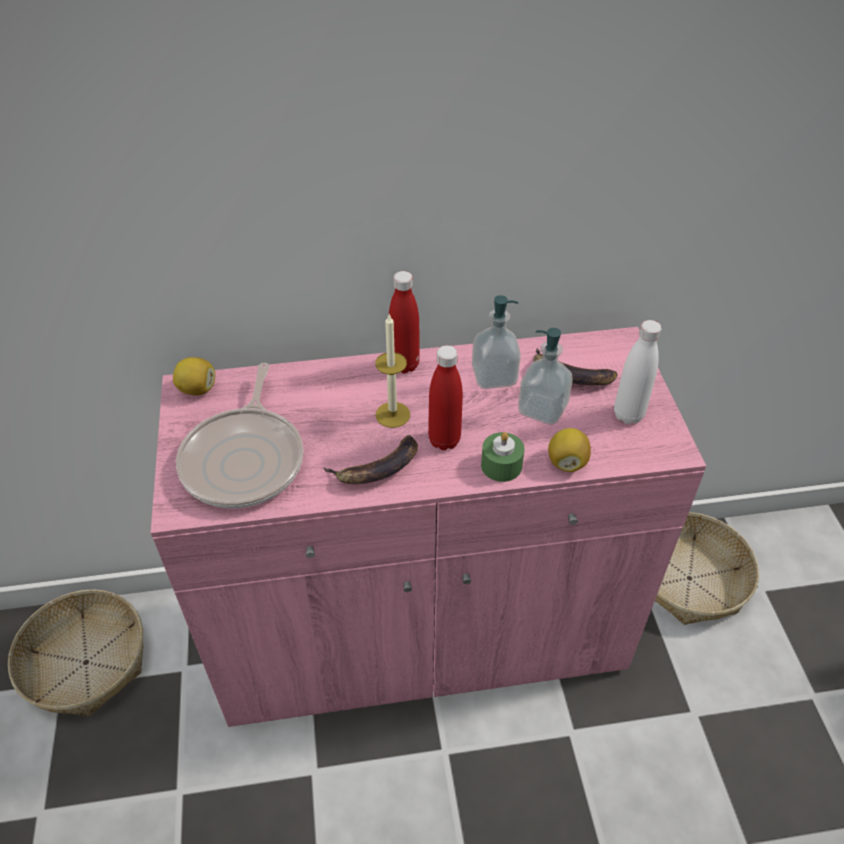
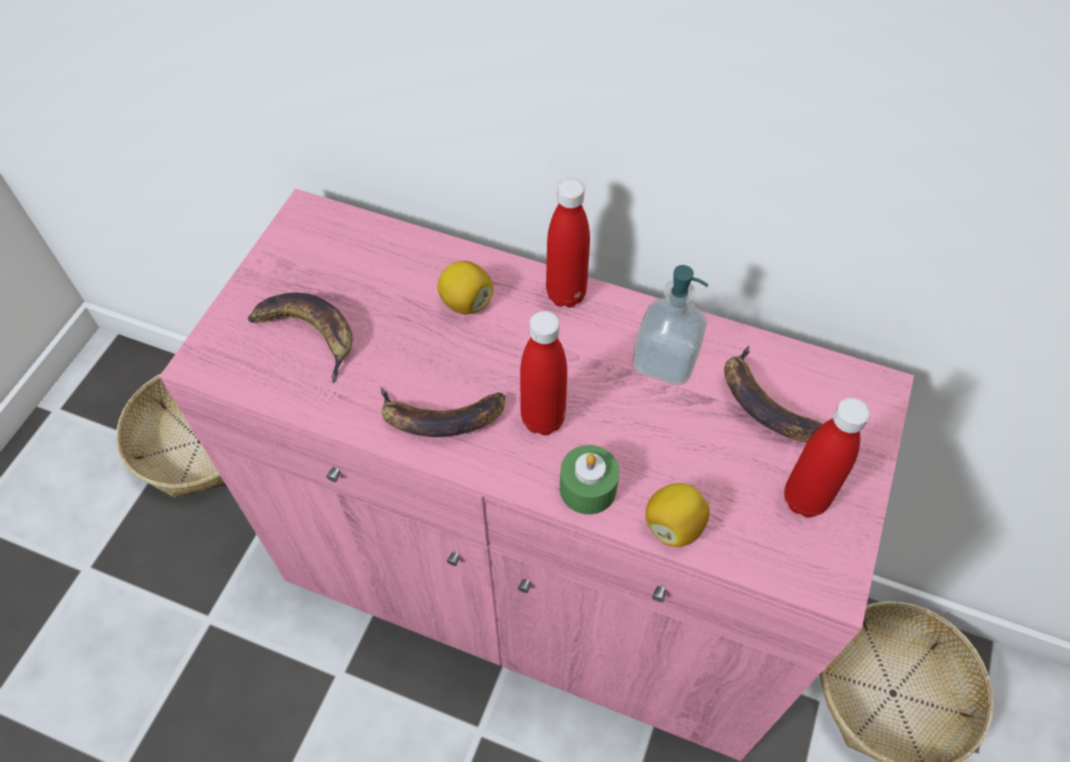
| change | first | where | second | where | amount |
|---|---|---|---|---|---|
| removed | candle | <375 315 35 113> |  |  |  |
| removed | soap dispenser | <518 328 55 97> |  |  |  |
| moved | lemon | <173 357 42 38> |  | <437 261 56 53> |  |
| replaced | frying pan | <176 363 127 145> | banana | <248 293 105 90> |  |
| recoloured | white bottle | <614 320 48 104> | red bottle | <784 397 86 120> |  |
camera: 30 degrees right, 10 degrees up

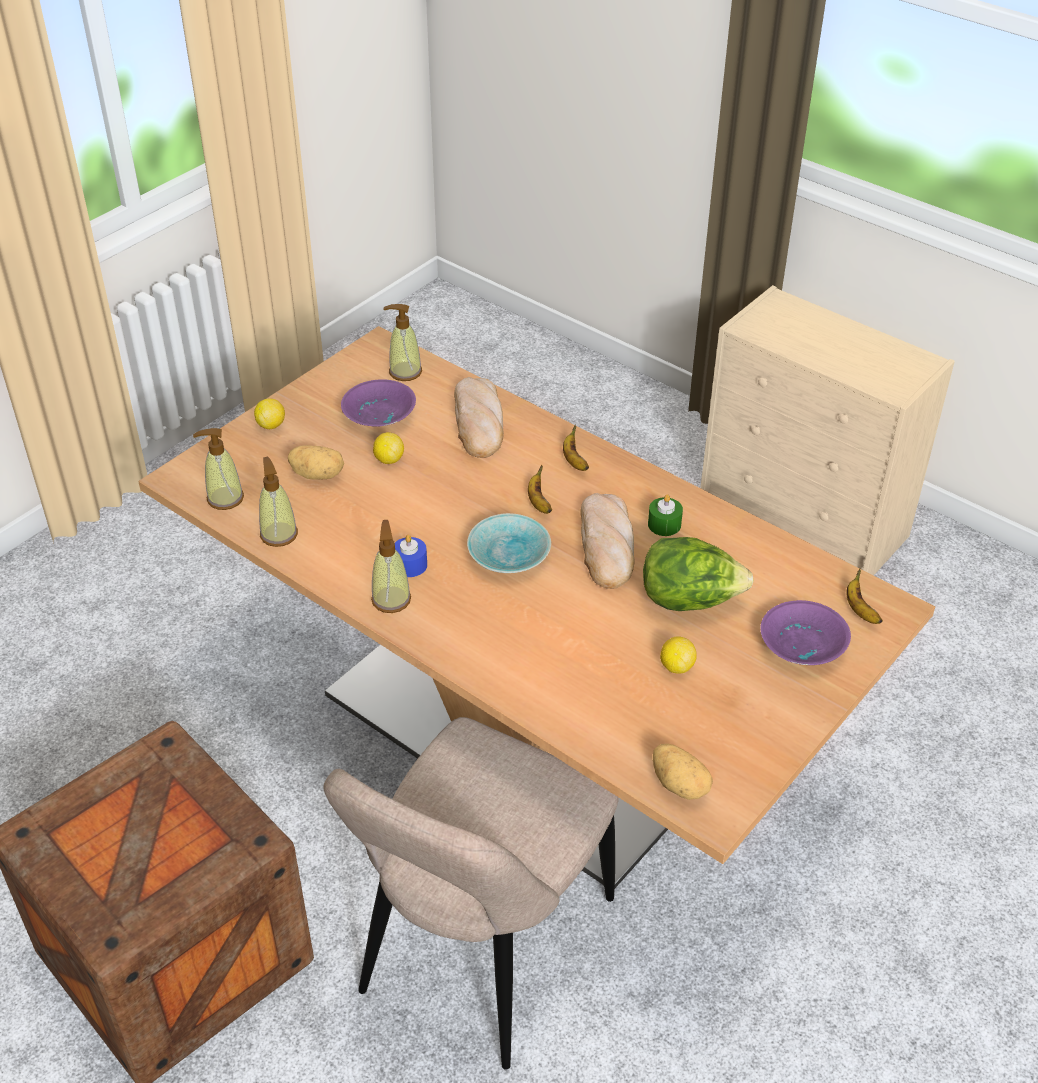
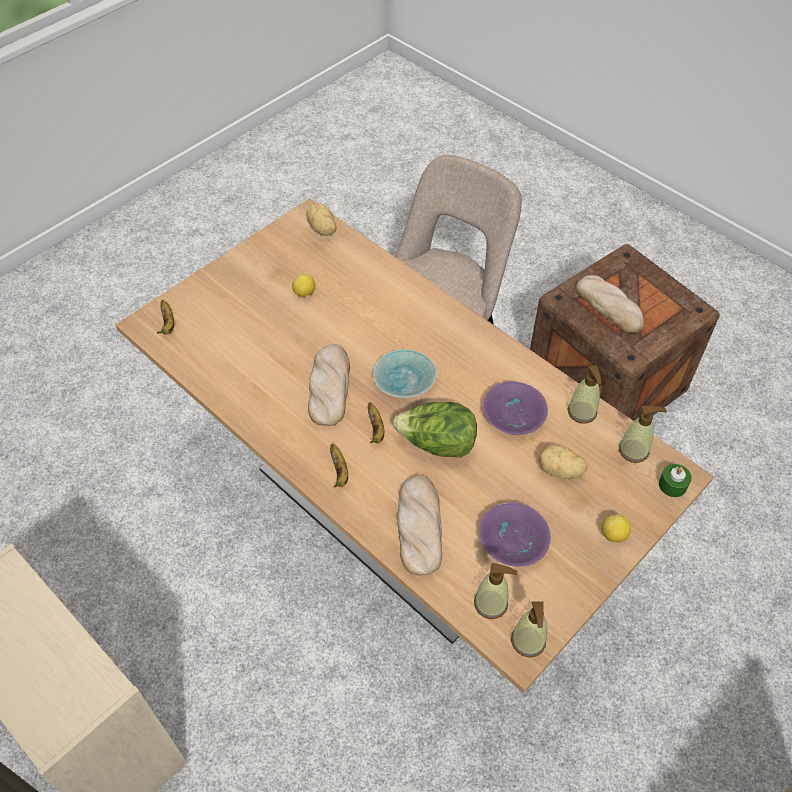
| change | first | where | second | where | amount |
|---|---|---|---|---|---|
| removed | lemon | <373 432 31 32> |  |  |  |
| removed | blue candle | <395 535 32 42> |  |  |  |
| added |  |  | bread | <576 275 68 58> |  |
| moved | soap dispenser | <371 520 40 93> |  | <511 601 36 57> |  |
| moved | lettuce | <643 537 111 74> |  | <393 402 84 56> |  |
| moved | green candle | <648 494 35 42> |  | <659 464 33 33> |  |
| moved | purple bowl | <760 600 91 65> |  | <483 381 65 54> |  |
camera: 175 degrees left, 10 degrees up

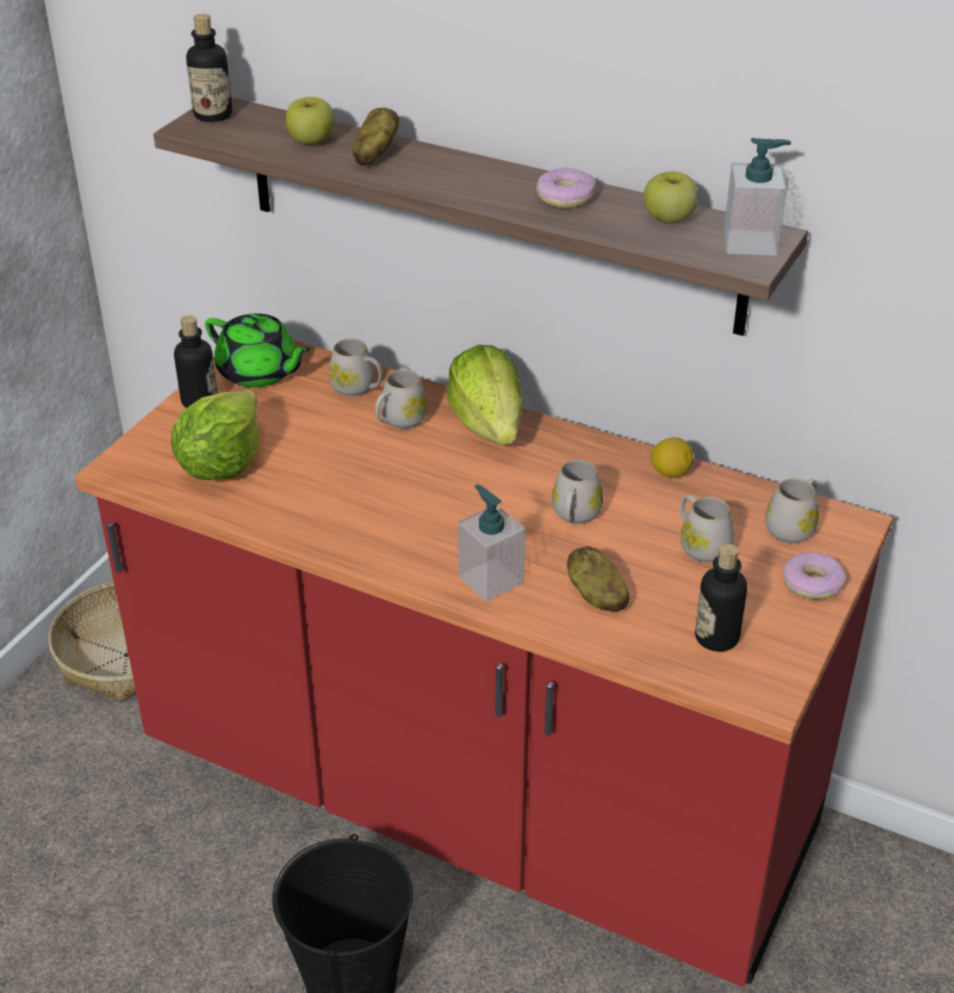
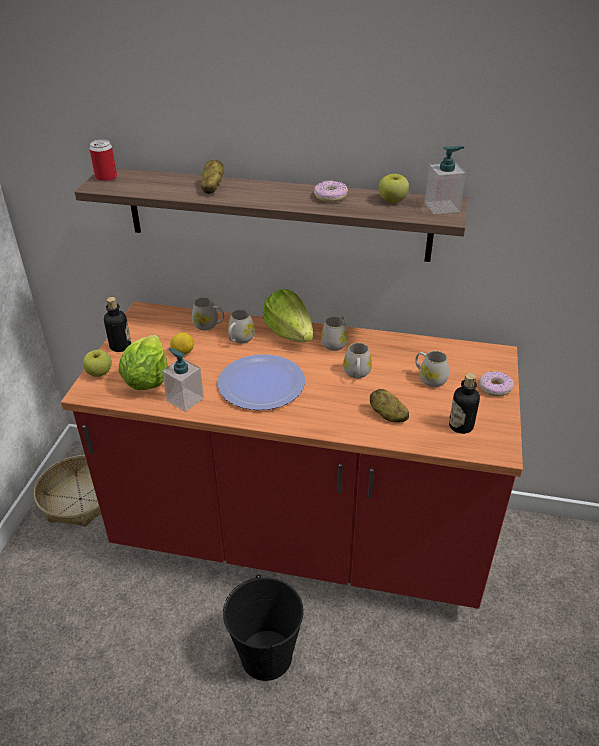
| change | first | where | second | where | amount |
|---|---|---|---|---|---|
| removed | green teapot | <205 313 105 75> |  |  |  |
| added |  |  | plate | <218 354 87 56> |  |
| moved | apple | <286 97 49 47> |  | <83 350 29 27> |  |
| moved | soap dispenser | <458 484 68 118> |  | <162 348 42 64> |  |
| moved | lemon | <650 437 43 41> |  | <170 332 24 22> |  |
| moved | white mug | <765 478 54 66> |  | <321 316 27 35> |  |
| replaced | bottle | <186 14 46 108> | can | <89 140 28 42> |  |
camera: 15 degrees left, 0 degrees up

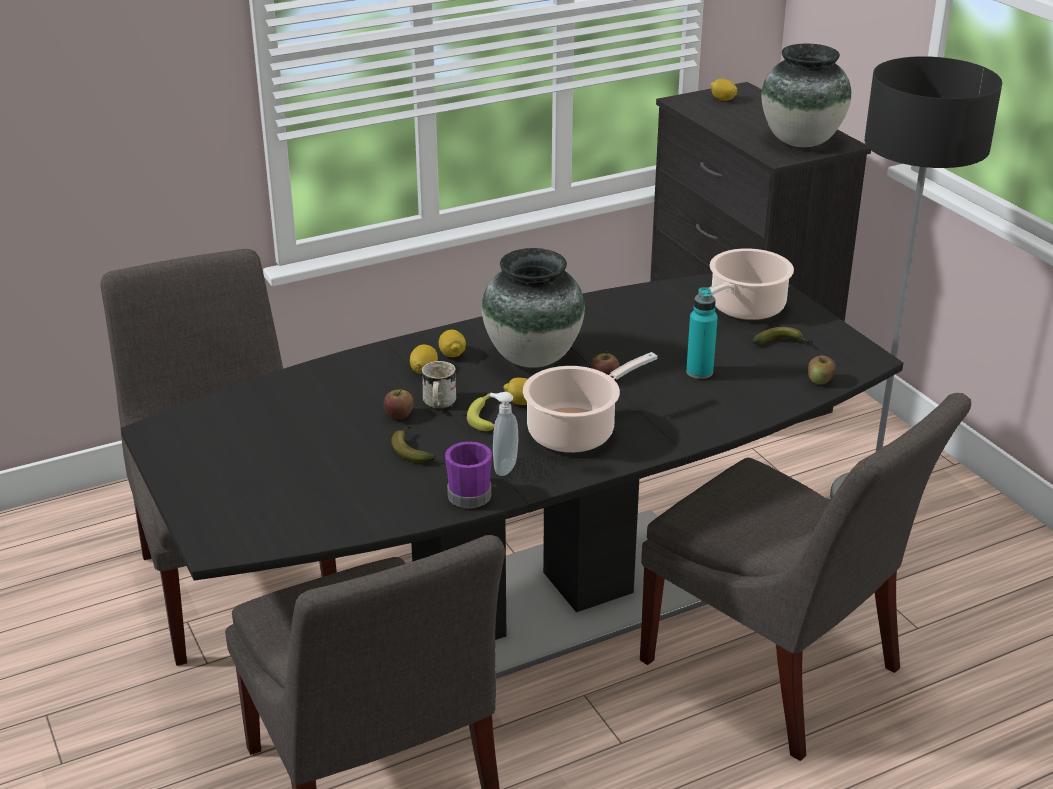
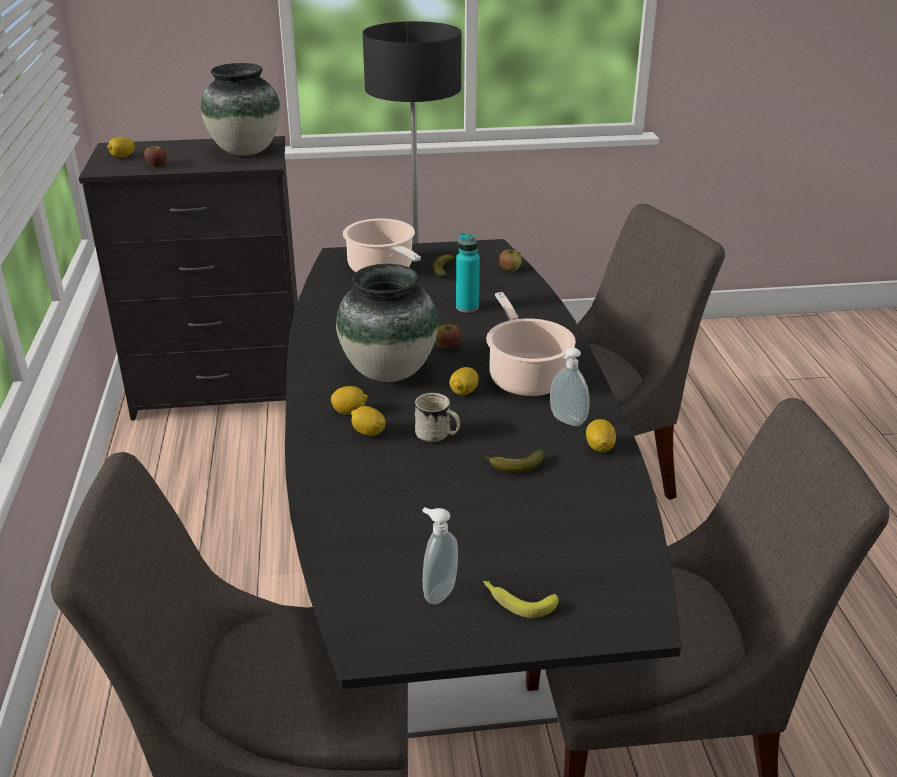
| change | first | where | second | where | amount |
|---|---|---|---|---|---|
| added |  |  | soap dispenser | <422 507 36 98> |  |
| moved | apple | <384 388 29 31> |  | <144 143 23 24> |  |
| moved | banana | <467 394 28 37> |  | <483 581 76 37> |  |
| replaced | purple mug | <445 442 47 67> | lemon | <586 419 30 33> |  |
camera: 70 degrees left, 0 degrees up

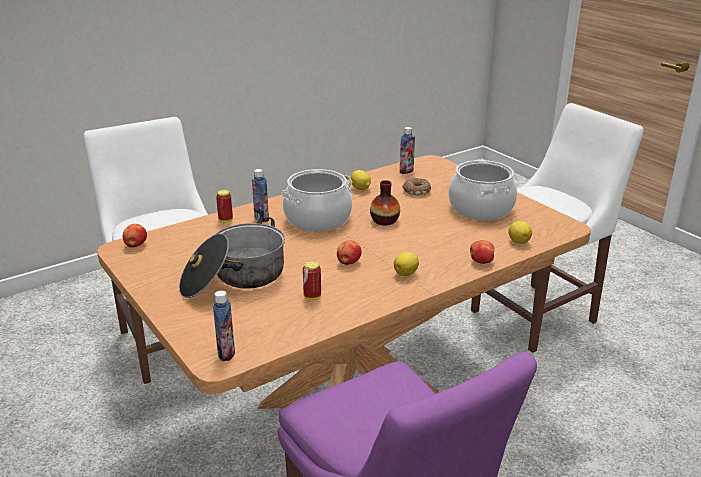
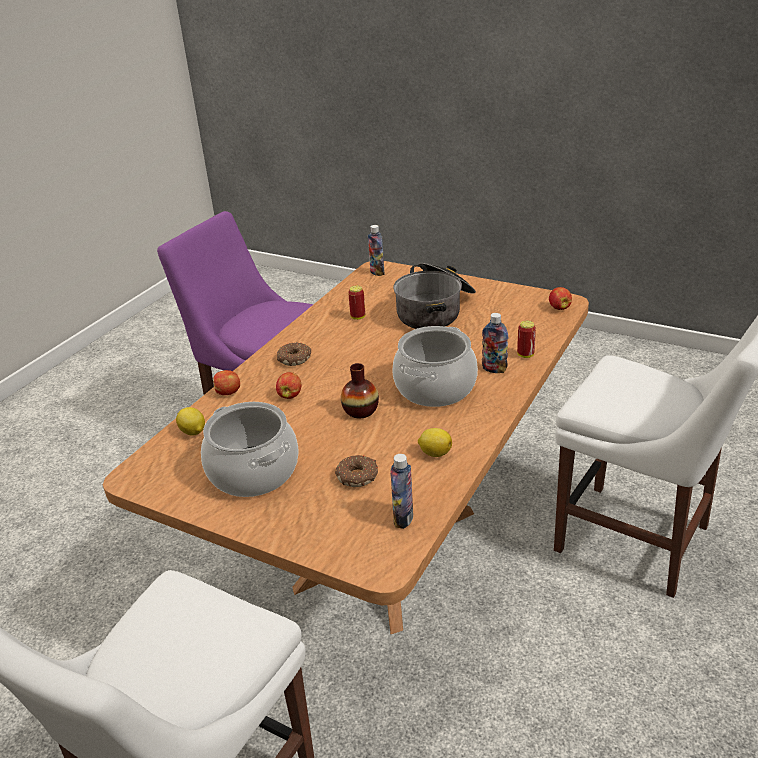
| change | first | where | second | where | amount |
|---|---|---|---|---|---|
| moved | apple | <337 240 25 25> |  | <276 372 25 27> |  |
| replaced | lemon | <394 252 25 24> | donut | <277 342 34 24> |  |
camera: 155 degrees right, 5 degrees up

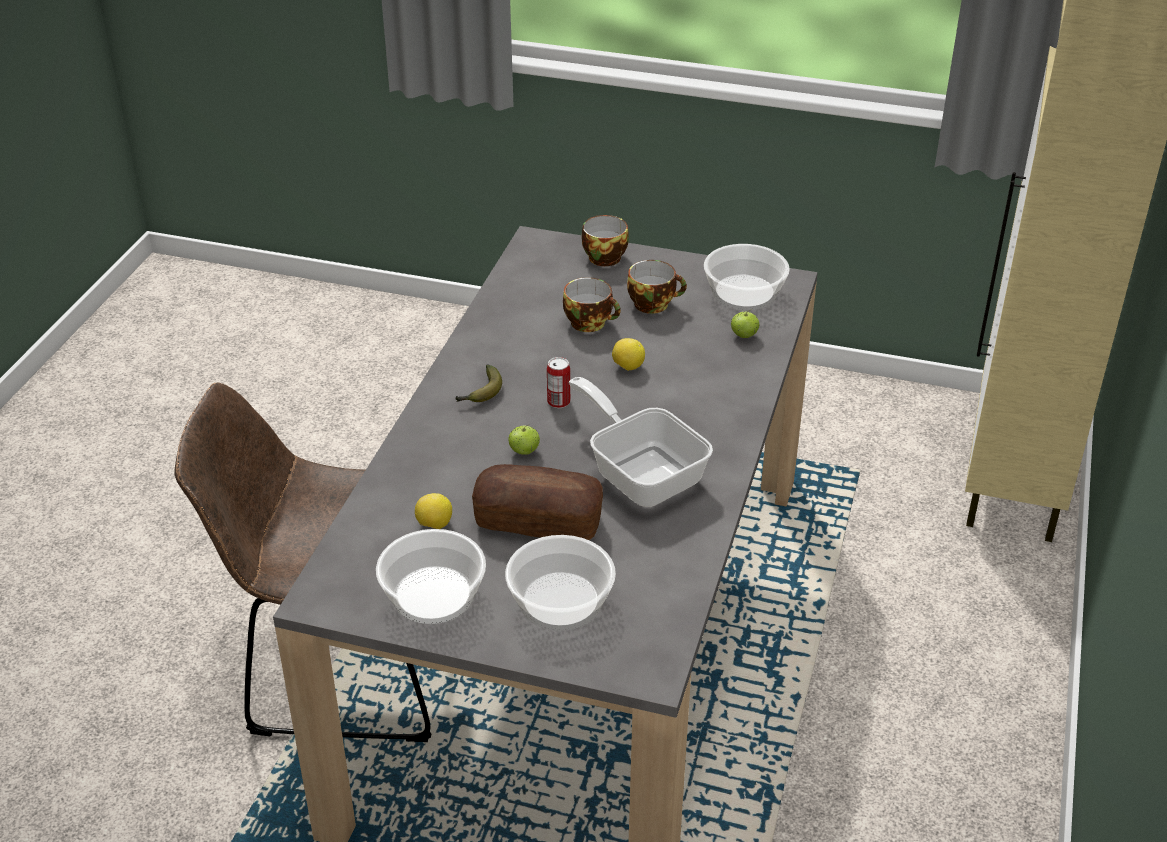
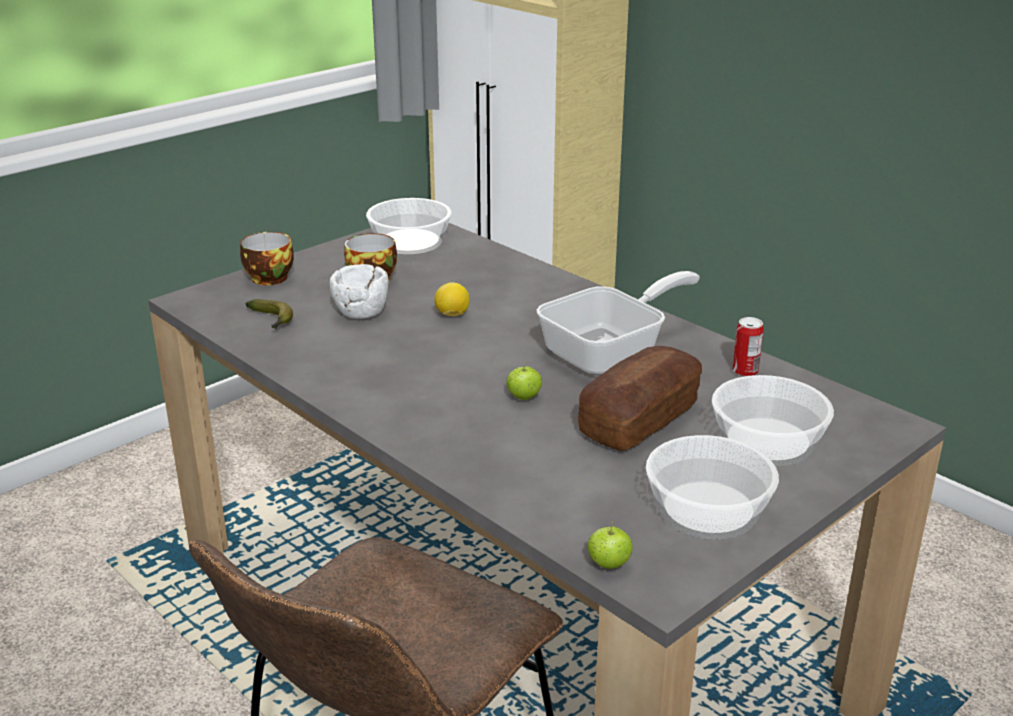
| change | first | where | second | where | amount |
|---|---|---|---|---|---|
| removed | lemon | <415 493 37 36> |  |  |  |
| moved | banana | <456 365 46 37> |  | <246 299 47 30> |  |
| moved | can | <547 357 23 51> |  | <732 317 32 60> |  |
| moved | apple | <731 310 28 28> |  | <588 521 45 48> |  |
| replaced | cup | <563 277 58 55> | white bowl | <330 264 59 55> |  |
| turned | frying pan | <569 377 144 130> |  | <536 271 164 104> | 150 degrees clockwise |
camera: 60 degrees left, 10 degrees down

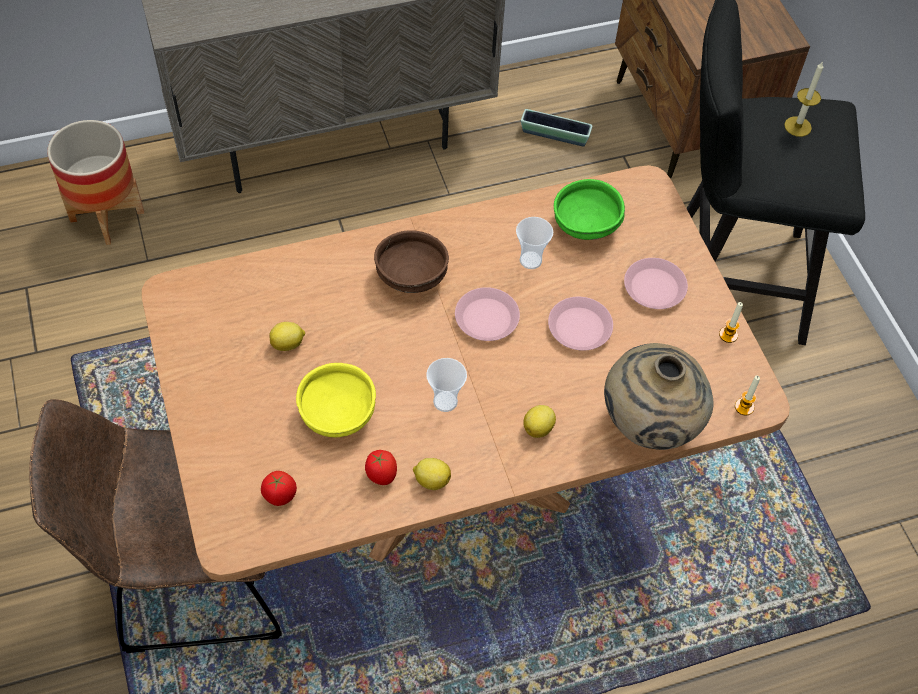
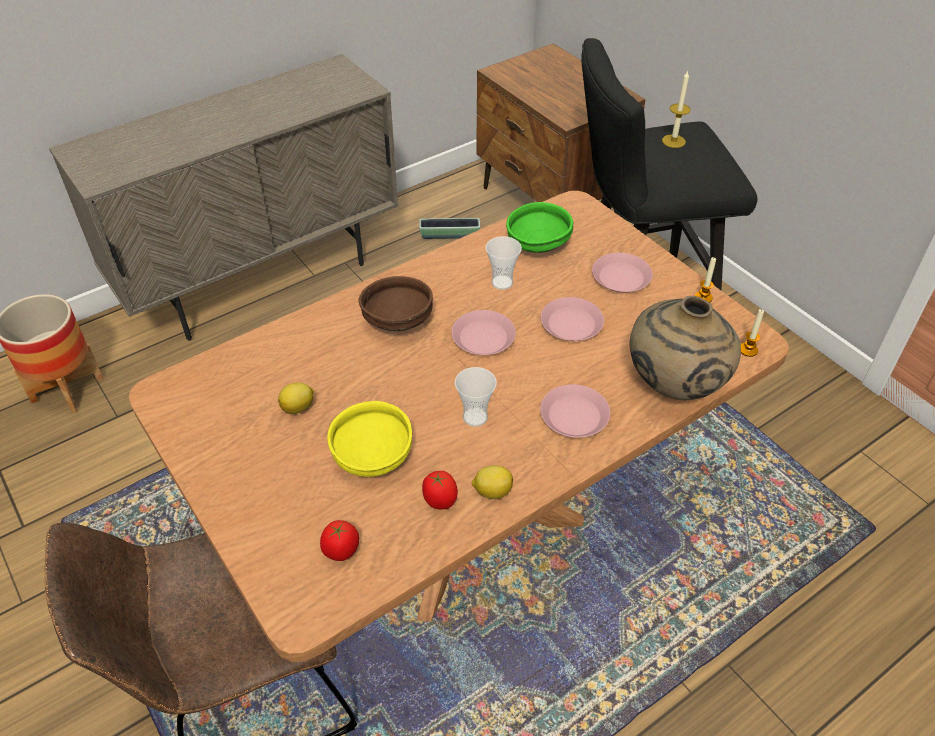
| change | first | where | second | where | amount |
|---|---|---|---|---|---|
| replaced | lemon | <523 405 33 33> | pink plate | <540 384 70 54> |  |
camera: 15 degrees left, 10 degrees down

